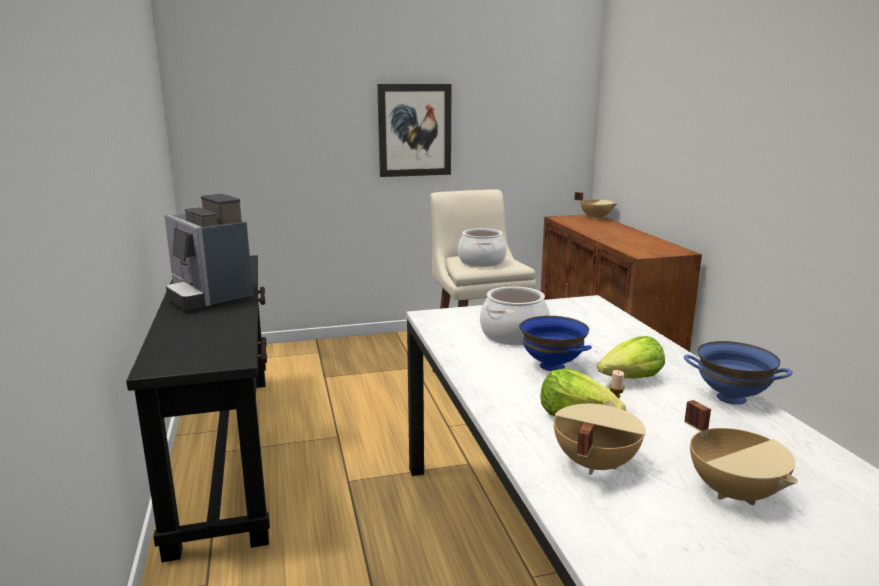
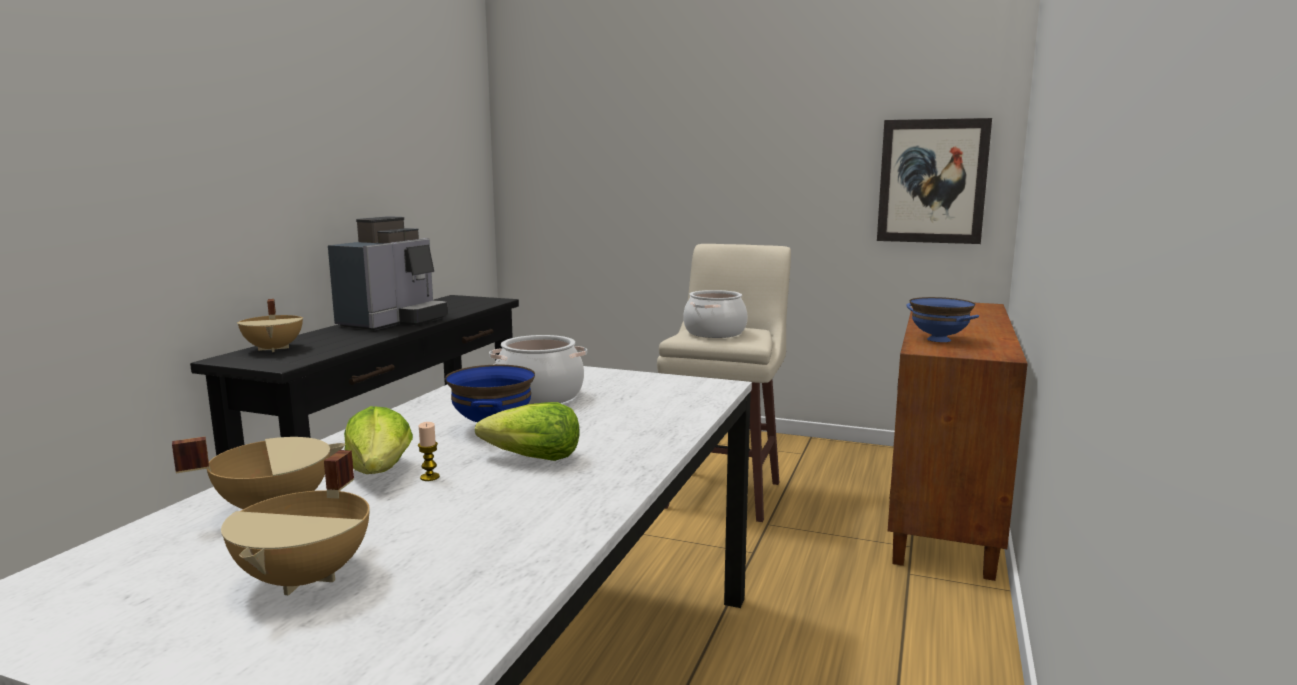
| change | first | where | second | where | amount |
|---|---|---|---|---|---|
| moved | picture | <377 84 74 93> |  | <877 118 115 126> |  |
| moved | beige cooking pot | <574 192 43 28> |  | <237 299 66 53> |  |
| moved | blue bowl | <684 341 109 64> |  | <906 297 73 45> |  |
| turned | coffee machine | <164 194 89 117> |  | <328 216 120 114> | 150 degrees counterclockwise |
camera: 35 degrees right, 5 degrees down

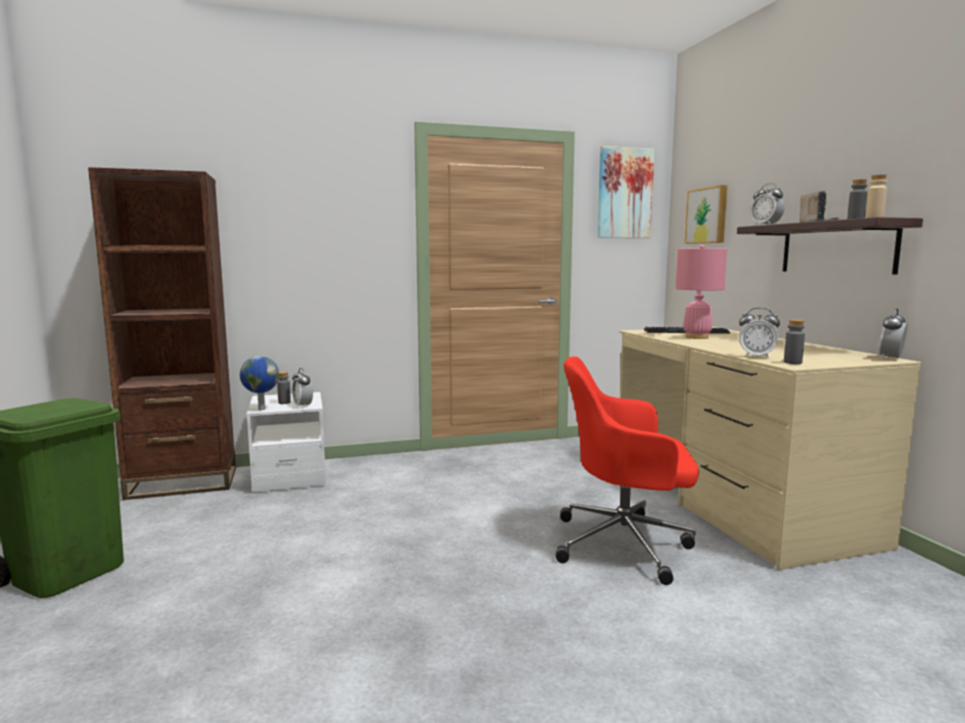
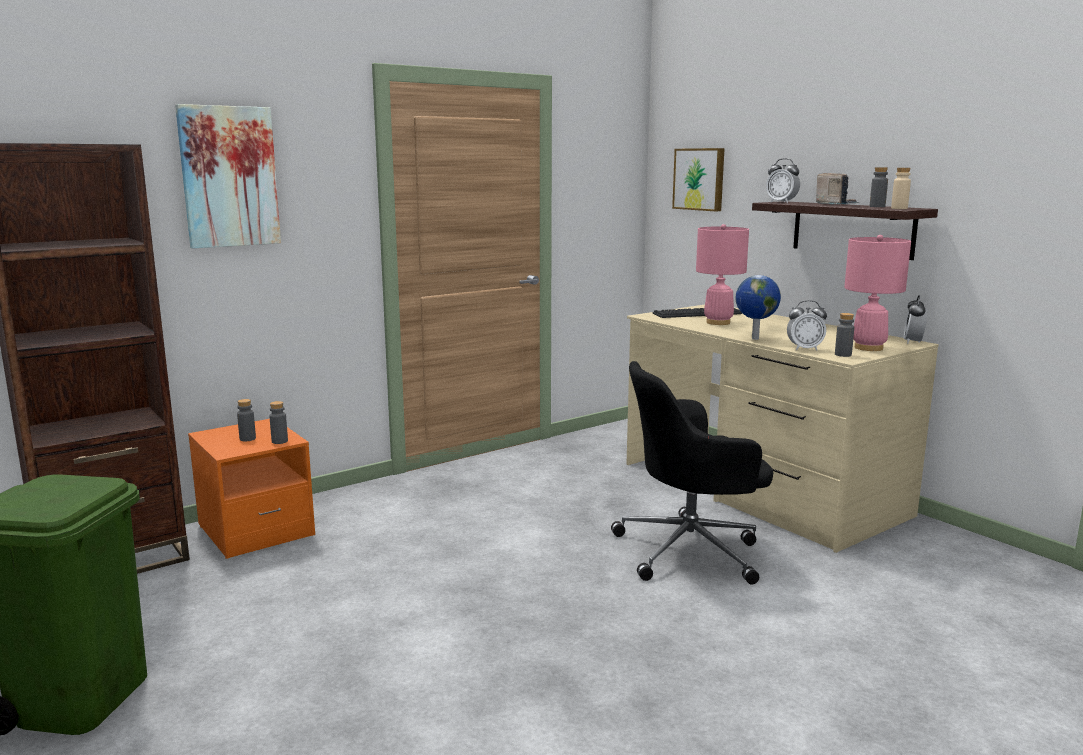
| change | first | where | second | where | amount |
|---|---|---|---|---|---|
| added |  |  | pink table lamp | <844 235 67 116> |  |
| moved | globe | <240 356 39 54> |  | <736 275 45 65> |  |
| moved | picture | <597 146 58 92> |  | <175 104 106 144> |  |
| replaced | alarm clock | <292 368 21 41> | grey bottle | <269 401 19 43> |  |
| recoloured | white nightstand | <247 392 79 100> | orange nightstand | <188 419 127 140> |  |
| recoloured | red office chair | <556 356 143 229> | black office chair | <611 361 162 224> |  |
camera: 20 degrees left, 5 degrees up

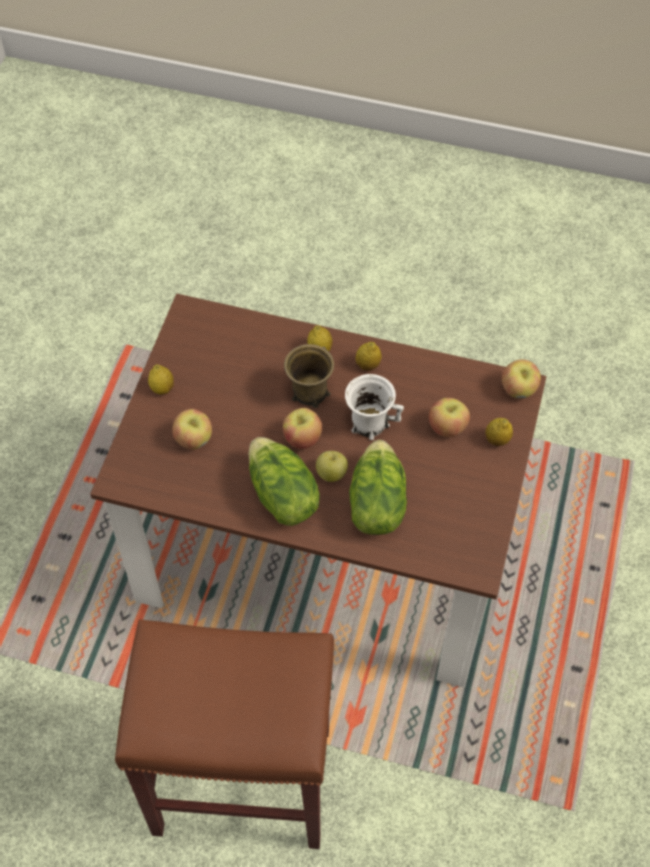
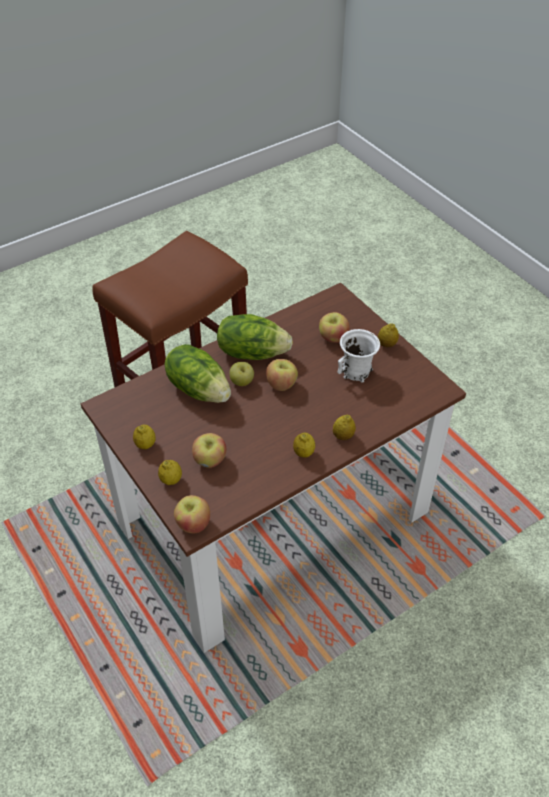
| change | first | where | second | where | amount |
|---|---|---|---|---|---|
| removed | brown mug | <284 344 50 64> |  |  |  |
| added |  |  | lemon | <133 425 22 24> |  |
| moved | white mug | <345 374 59 66> |  | <337 329 43 53> |  |
camera: 130 degrees right, 10 degrees down

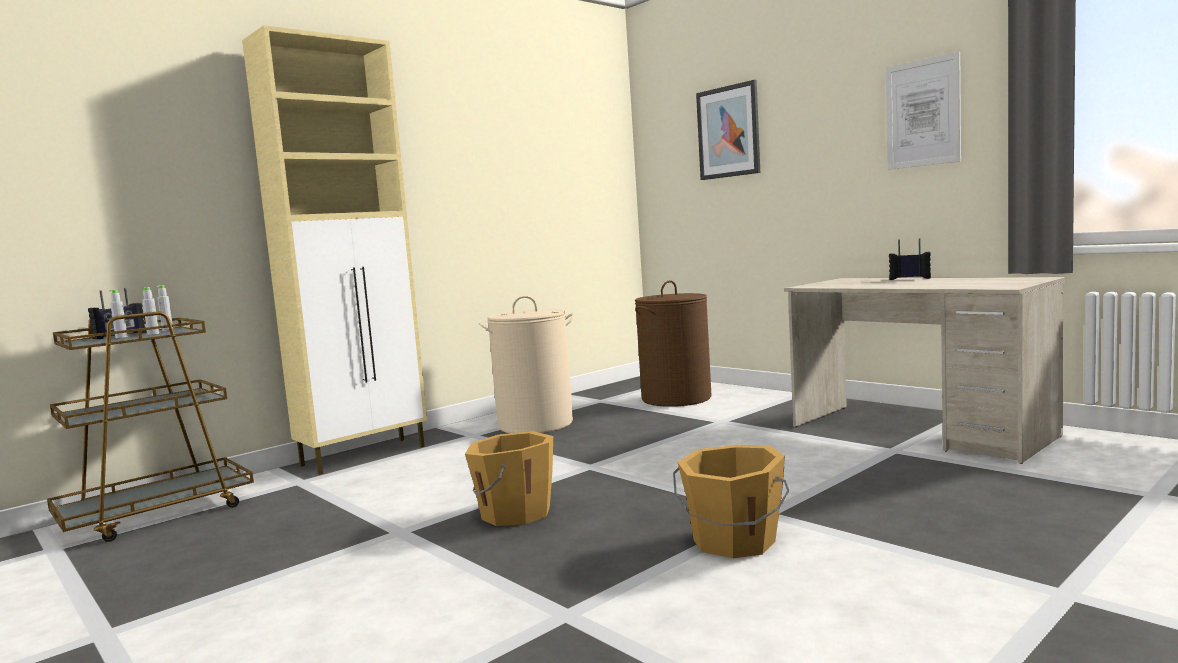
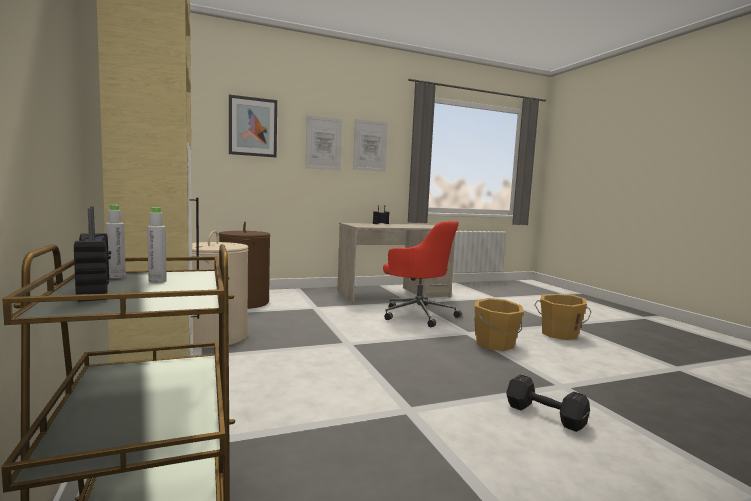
| change | first | where | second | where | amount |
|---|---|---|---|---|---|
| removed | grey bottle | <109 290 19 48> |  |  |  |
| added |  |  | picture | <305 116 37 54> |  |
| added |  |  | red office chair | <383 221 79 106> |  |
| added |  |  | black dumbbell | <506 374 84 58> |  |
| moved | orange bucket | <465 431 88 95> |  | <534 294 57 46> |  |
camera: 70 degrees left, 0 degrees up

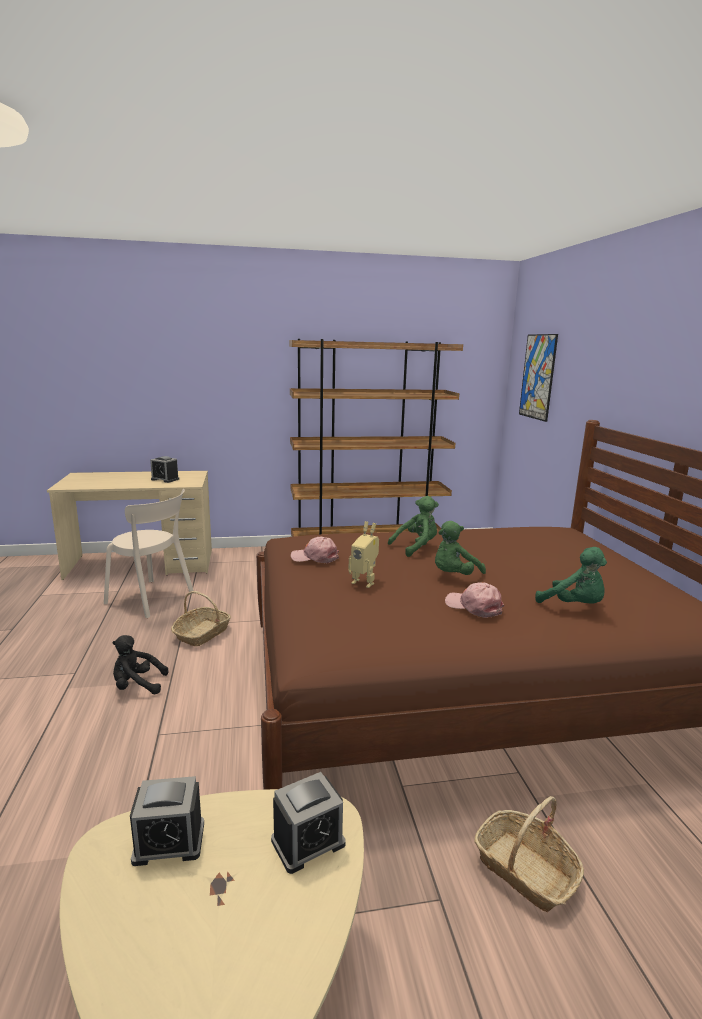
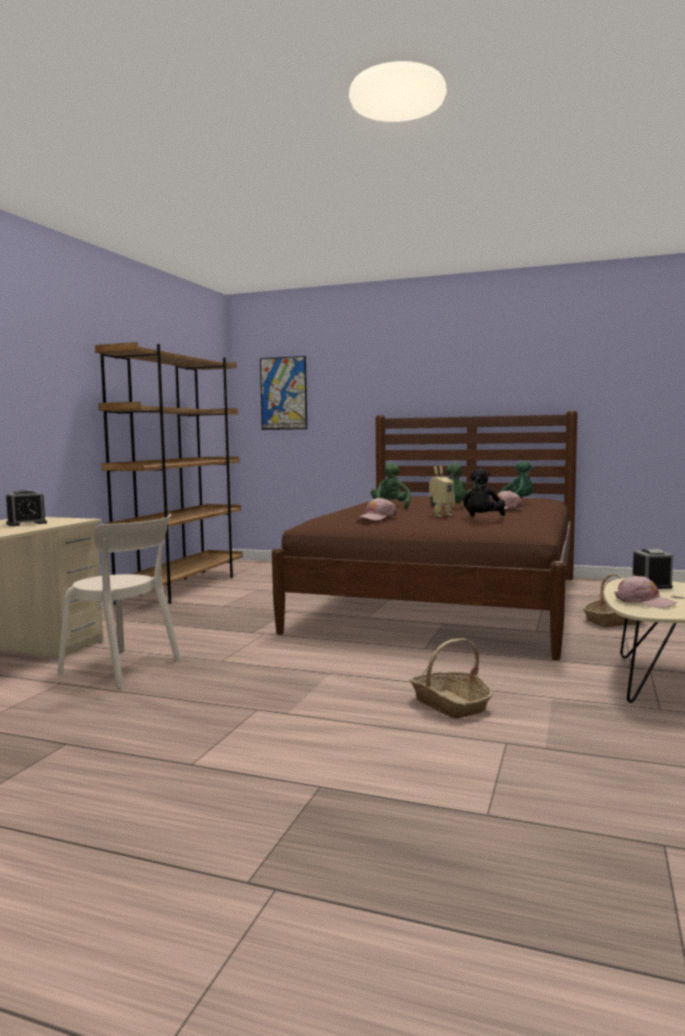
| change | first | where | second | where | amount |
|---|---|---|---|---|---|
| moved | black plush toy | <112 635 56 59> |  | <463 468 42 48> |  |
| moved | basket | <171 591 60 55> |  | <410 638 83 81> |  |
| replaced | alarm clock | <130 776 74 90> | pink cap | <615 575 62 33> |  |
| turned | beige chair | <104 489 90 129> |  | <57 514 125 175> | 60 degrees clockwise |
camera: 60 degrees left, 10 degrees down

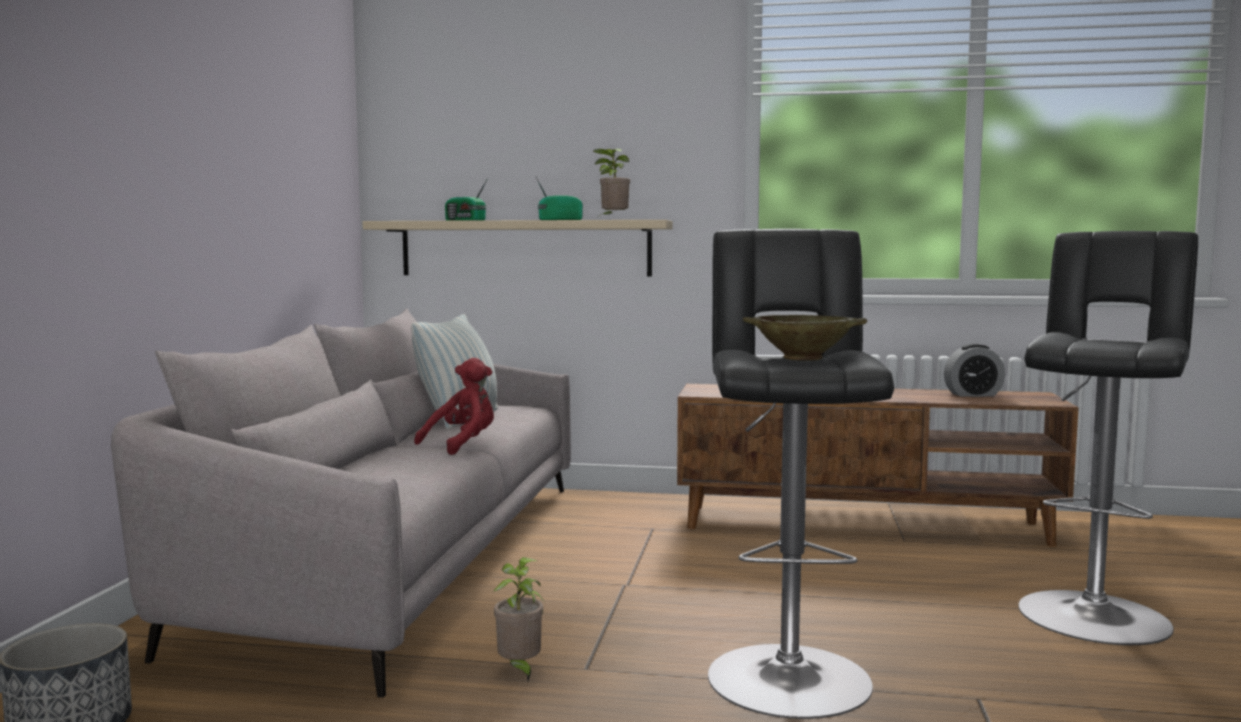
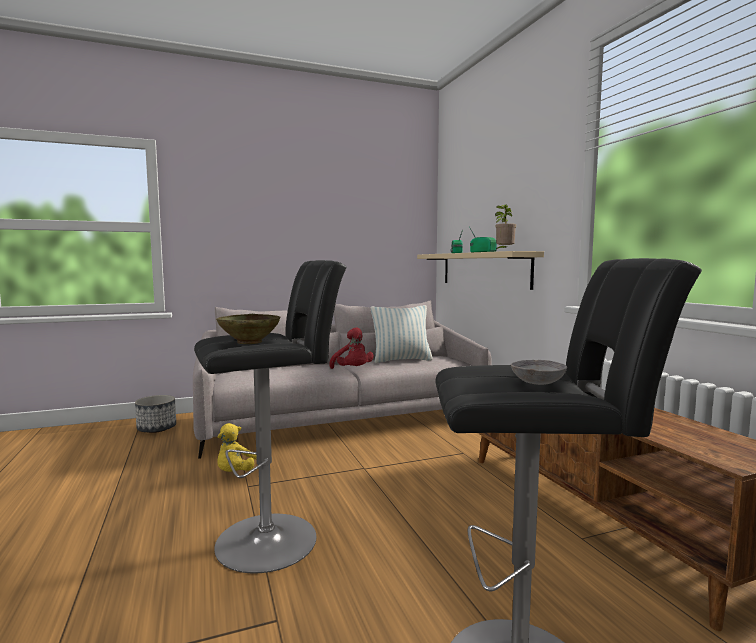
| change | first | where | second | where | amount |
|---|---|---|---|---|---|
| removed | alarm clock | <944 344 61 53> |  |  |  |
| added |  |  | grey bowl | <511 360 56 25> |  |
| replaced | potted plant | <494 557 51 124> | yellow plush toy | <217 423 40 49> |  |
| turned | red plush toy | <414 358 80 97> |  | <329 327 45 42> | 45 degrees clockwise |
camera: 60 degrees right, 0 degrees up

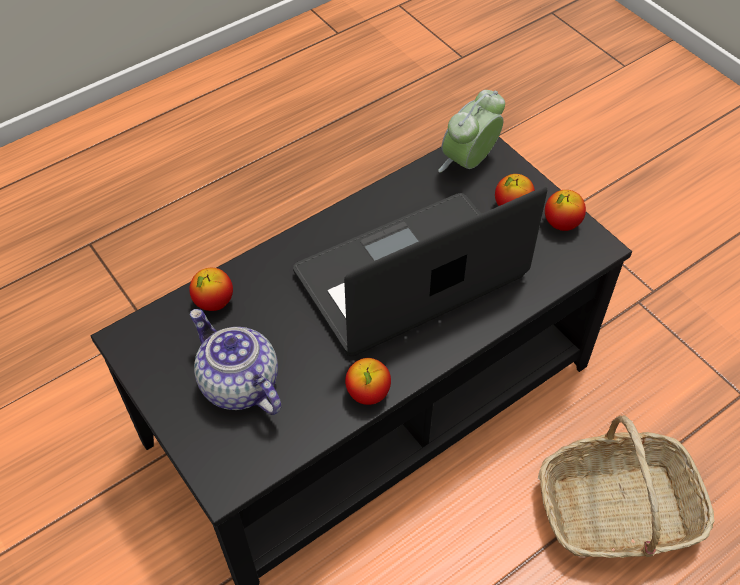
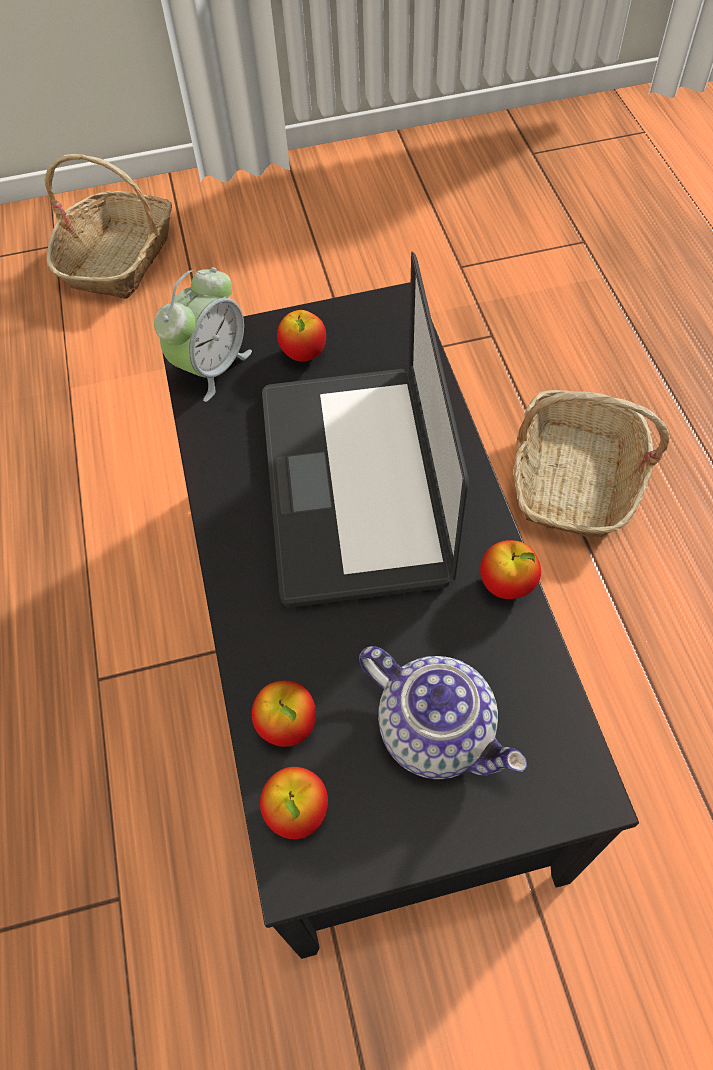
| change | first | where | second | where | amount |
|---|---|---|---|---|---|
| added |  |  | basket | <45 154 127 145> |  |
| moved | apple | <545 190 41 41> |  | <260 767 68 72> |  |
| turned | teapot | <190 309 92 106> |  | <359 646 168 133> | 120 degrees counterclockwise |
| turned | alarm clock | <438 90 67 82> |  | <154 267 98 135> | 120 degrees counterclockwise |
camera: 65 degrees left, 5 degrees up

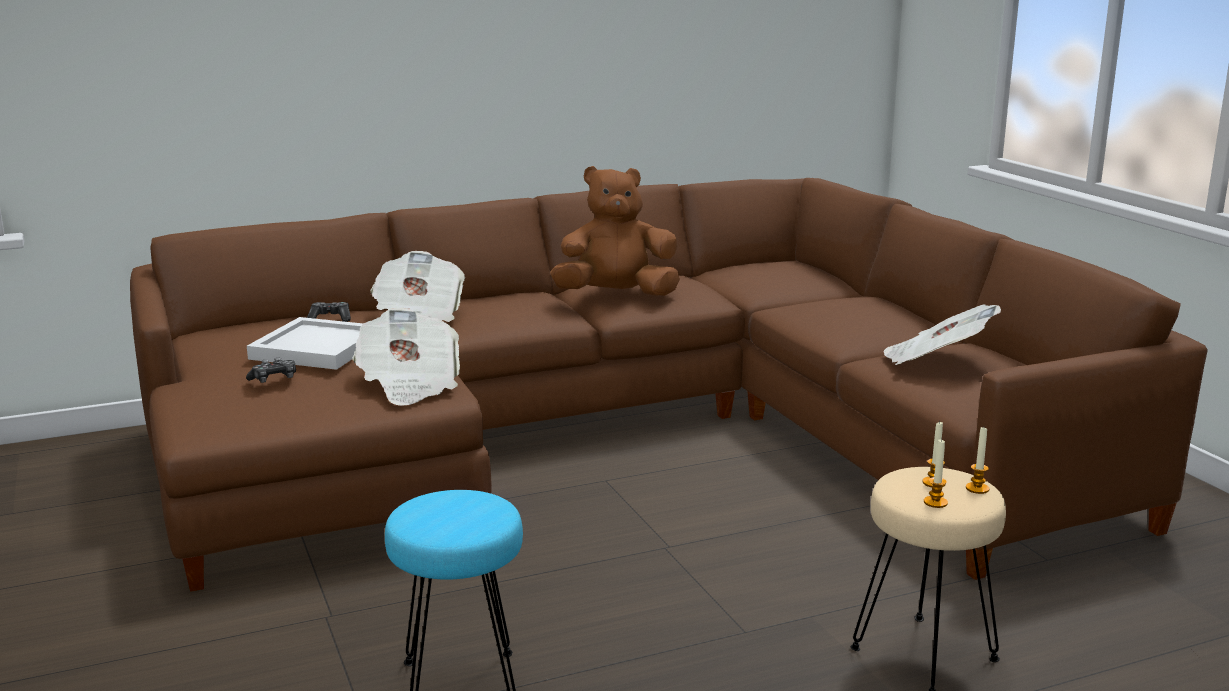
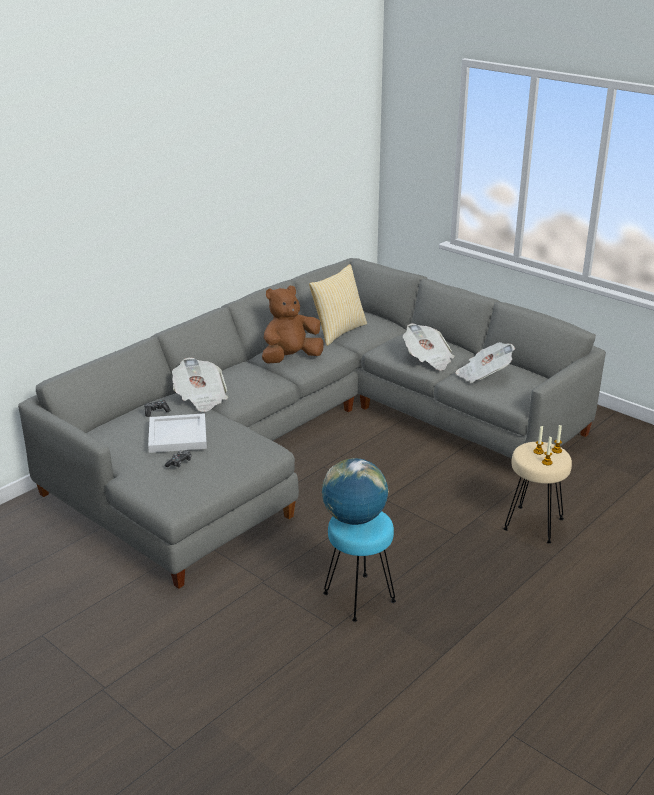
| change | first | where | second | where | amount |
|---|---|---|---|---|---|
| added |  |  | pillow | <309 264 58 82> |  |
| added |  |  | globe | <322 458 67 67> |  |
| moved | newspaper | <352 308 108 98> |  | <403 323 52 48> |  |
| recoloured | brown sofa | <130 178 1078 414> | grey sofa | <18 258 588 331> |  |
camera: 25 degrees left, 10 degrees up

